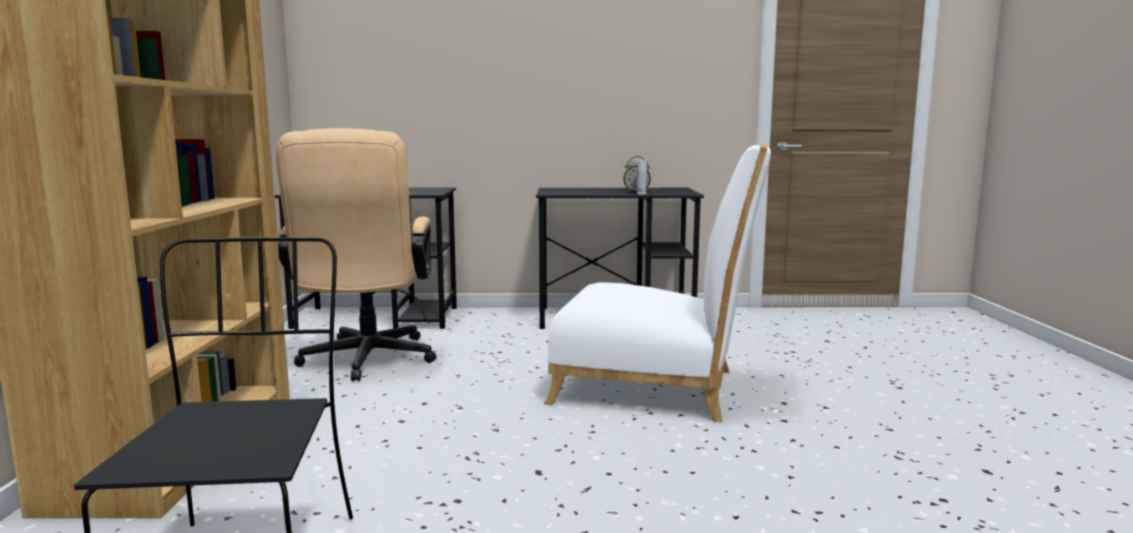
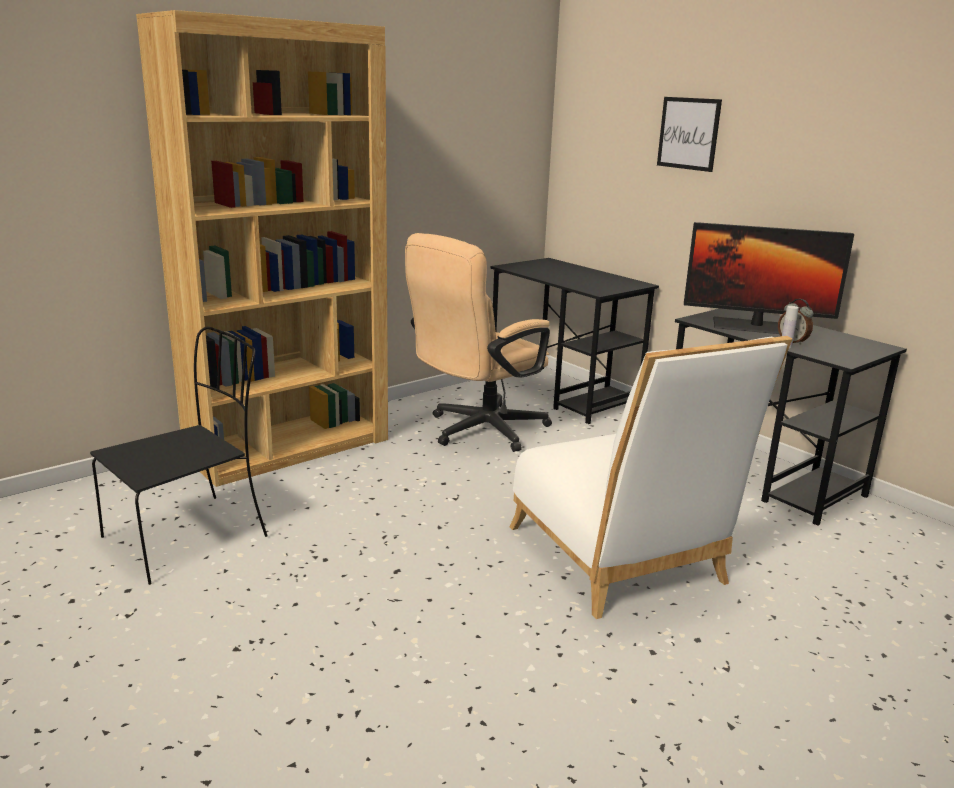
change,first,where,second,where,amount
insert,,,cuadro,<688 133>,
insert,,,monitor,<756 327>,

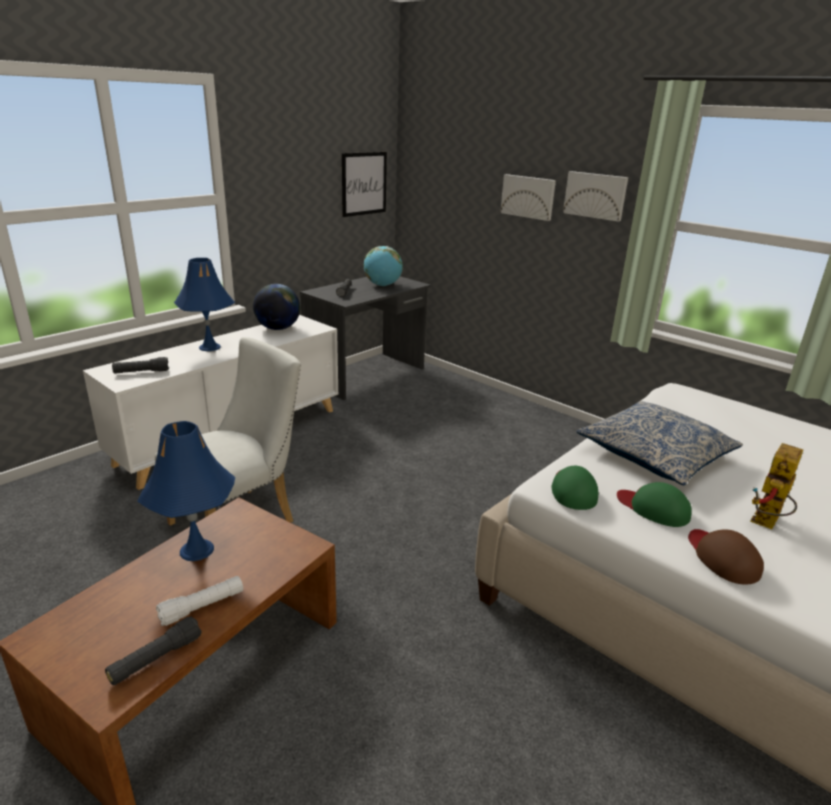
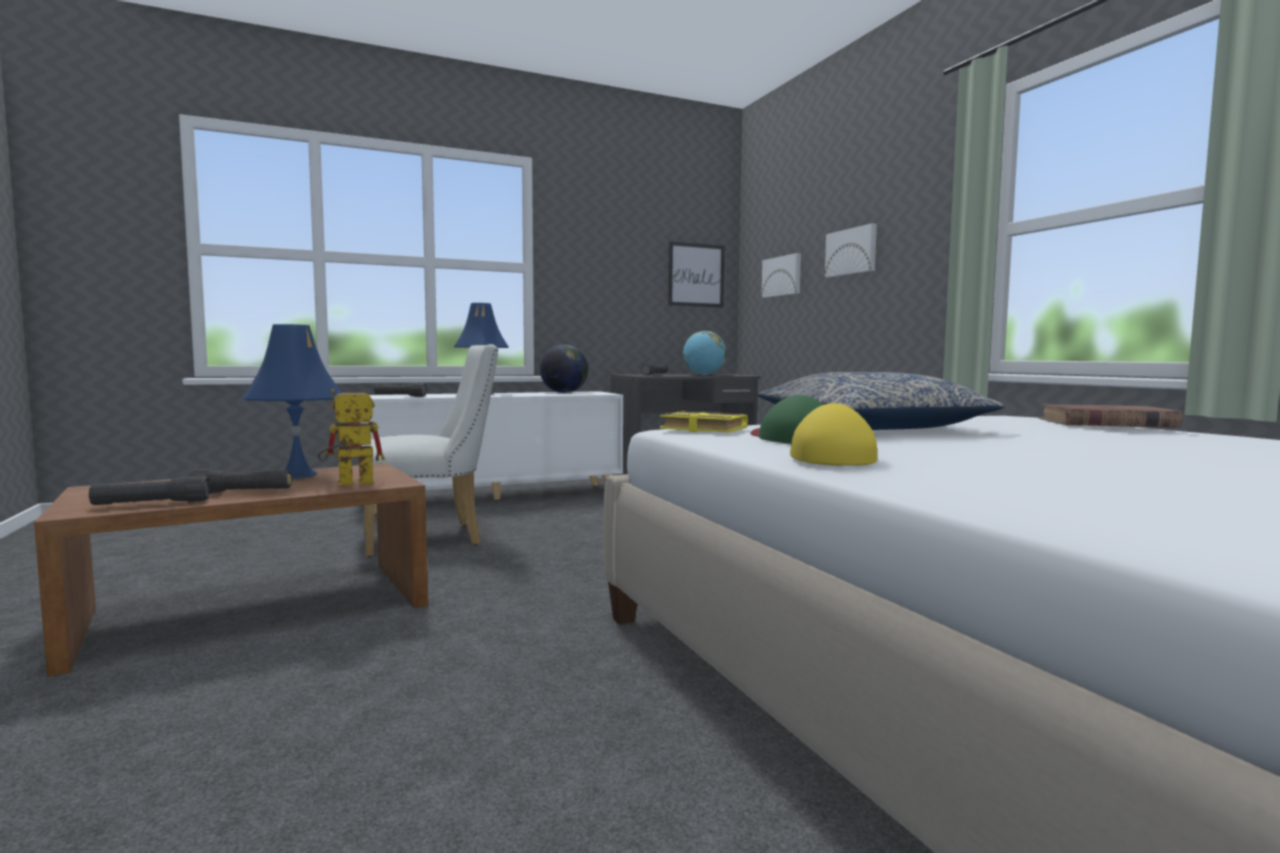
change,first,where,second,where,amount
insert,,,libro/marrón,<1105 423>,
move,cuadro,<595 195>,,<782 276>,
move,robot de juguete,<766 524>,,<347 484>,
replace,gorra/verde,<573 490>,libro/amarillo,<701 429>,
recolor,linterna/blanco,<202 607>,linterna/negro,<242 492>,
recolor,gorra/marrón,<722 558>,gorra/amarillo,<830 456>,

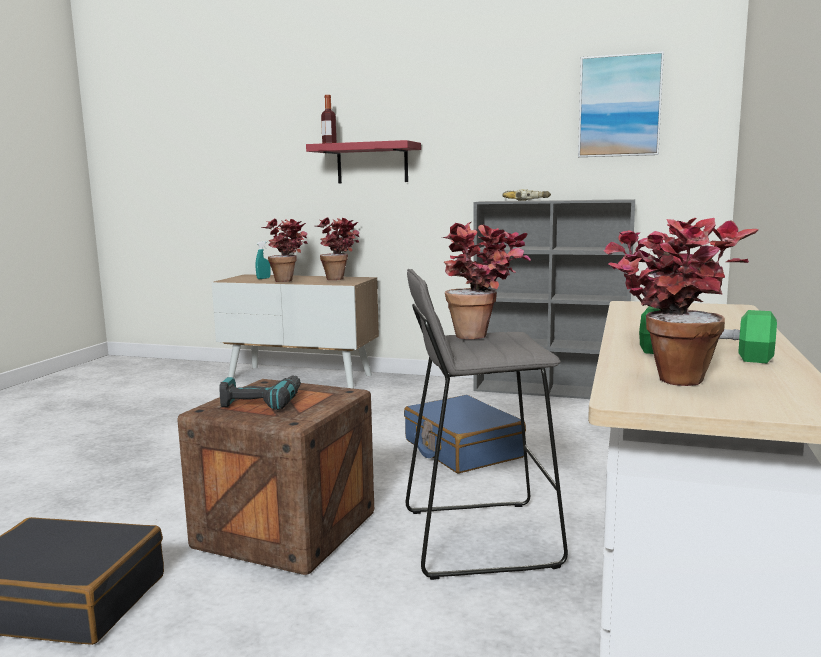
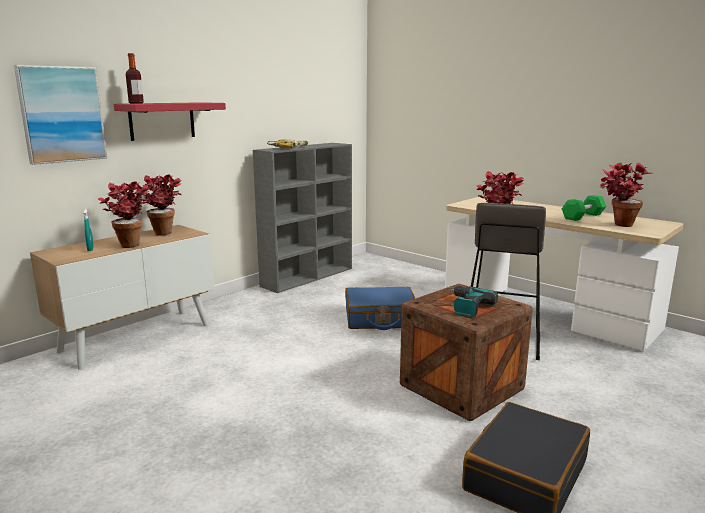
change,first,where,second,where,amount
move,cuadro,<619 106>,,<62 114>,

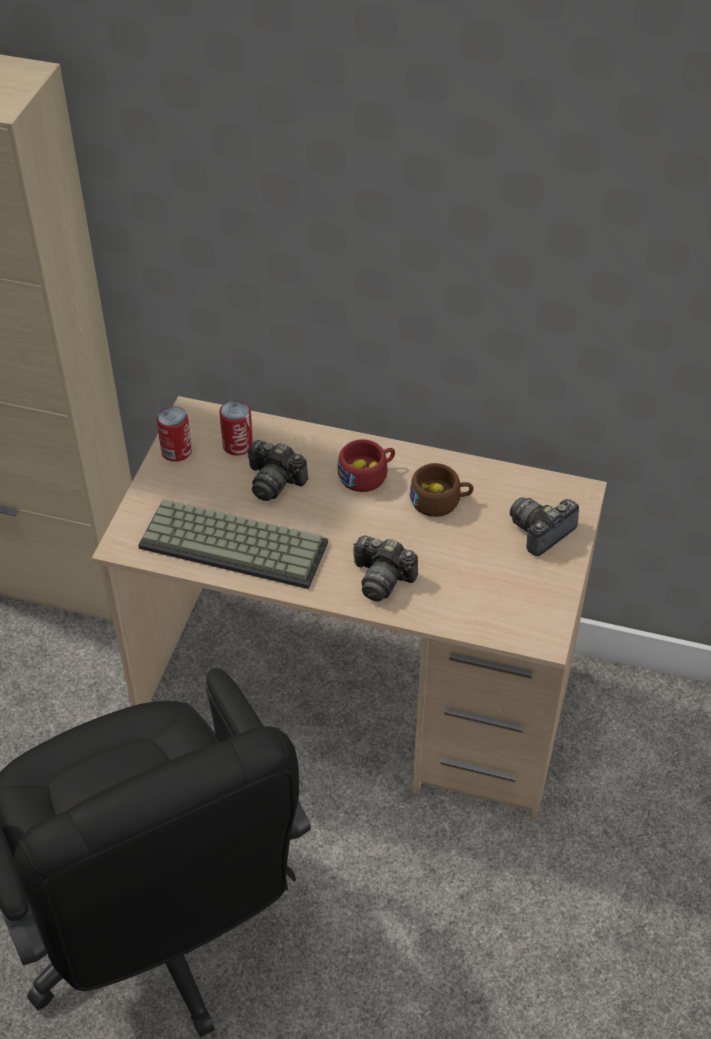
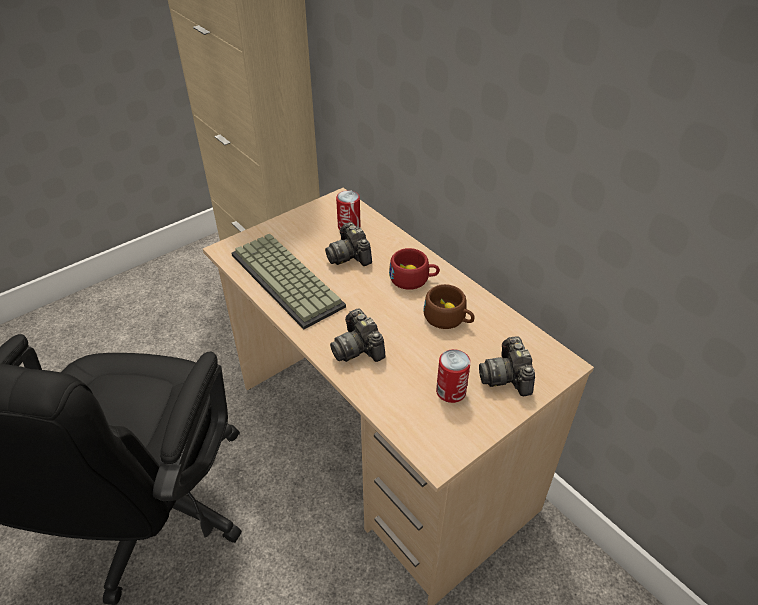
change,first,where,second,where,amount
move,lata,<176 451>,,<451 391>,
rotate,cámara,<541 532>,,<507 376>,90 degrees counterclockwise

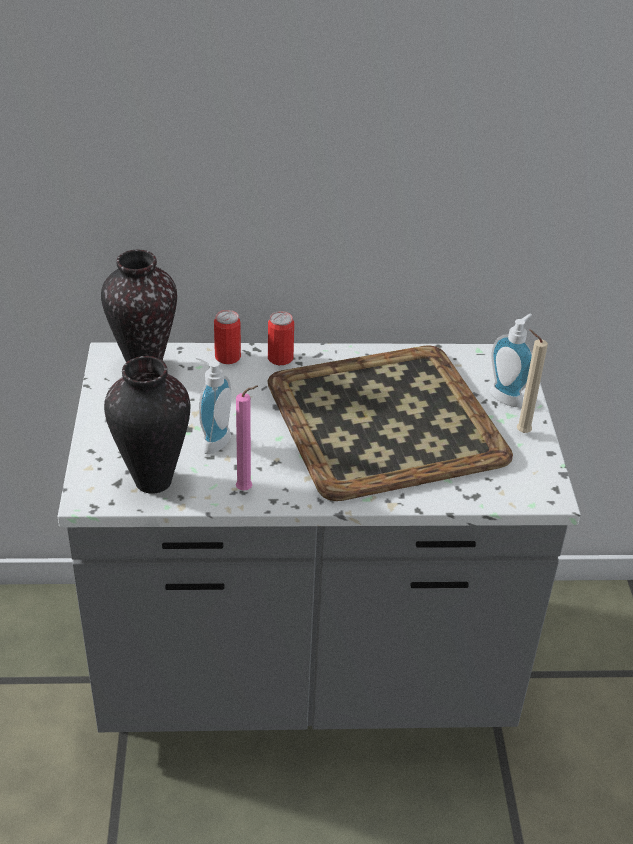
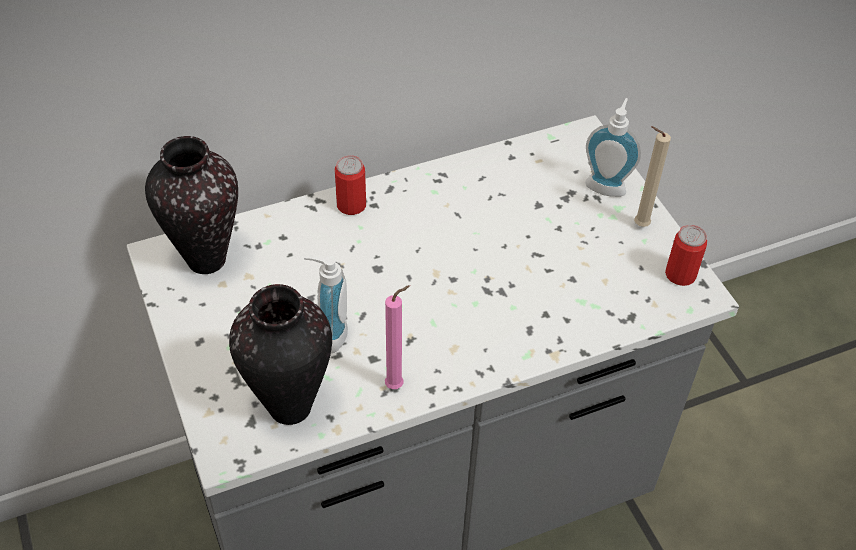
change,first,where,second,where,amount
delete,bandeja,<386 419>,,,
move,lata,<228 357>,,<680 274>,

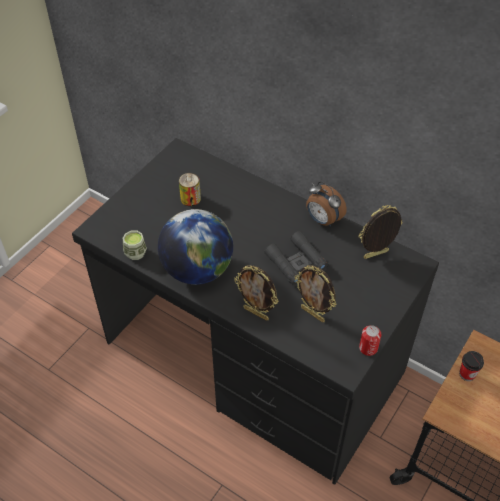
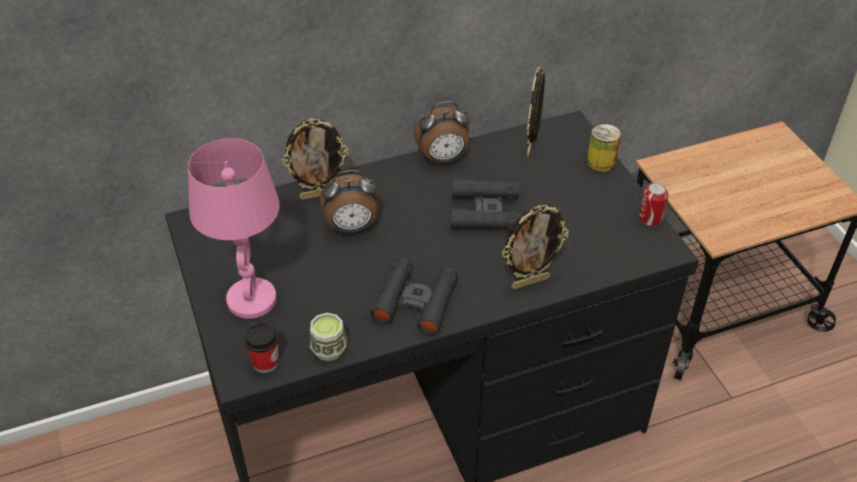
change,first,where,second,where,amount
insert,,,lámpara de mesa/rosa,<251 299>,
insert,,,despertador,<352 228>,
move,lata,<190 199>,,<601 162>,
move,portarretratos,<313 314>,,<319 195>,
move,taza,<467 374>,,<265 363>,
replace,globo terráqueo,<197 270>,prismáticos/negro,<415 302>,

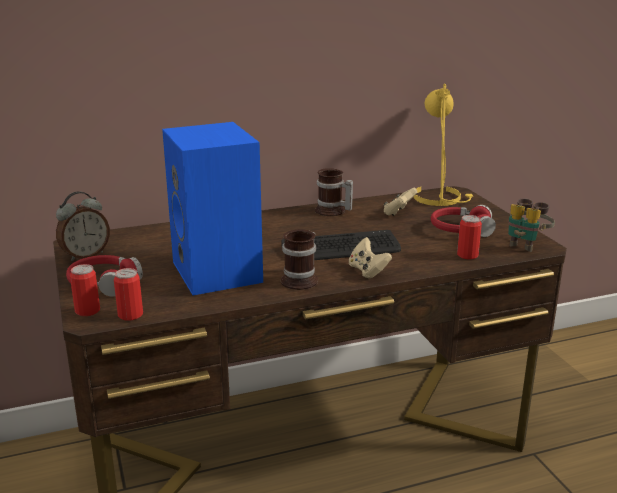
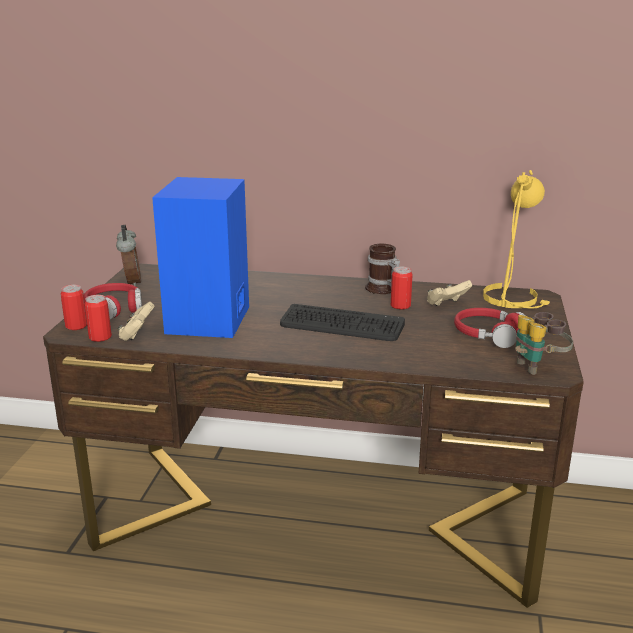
change,first,where,second,where,amount
delete,taza grande,<302 280>,,,
move,mando de consola/beis,<367 271>,,<137 334>,
move,lata,<467 255>,,<400 306>,
rotate,despertador,<85 255>,,<131 283>,90 degrees counterclockwise

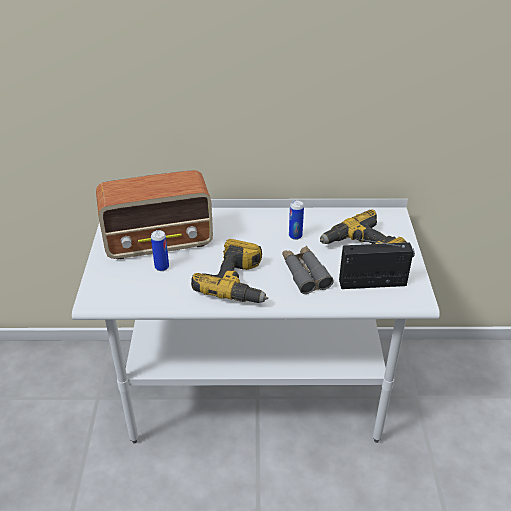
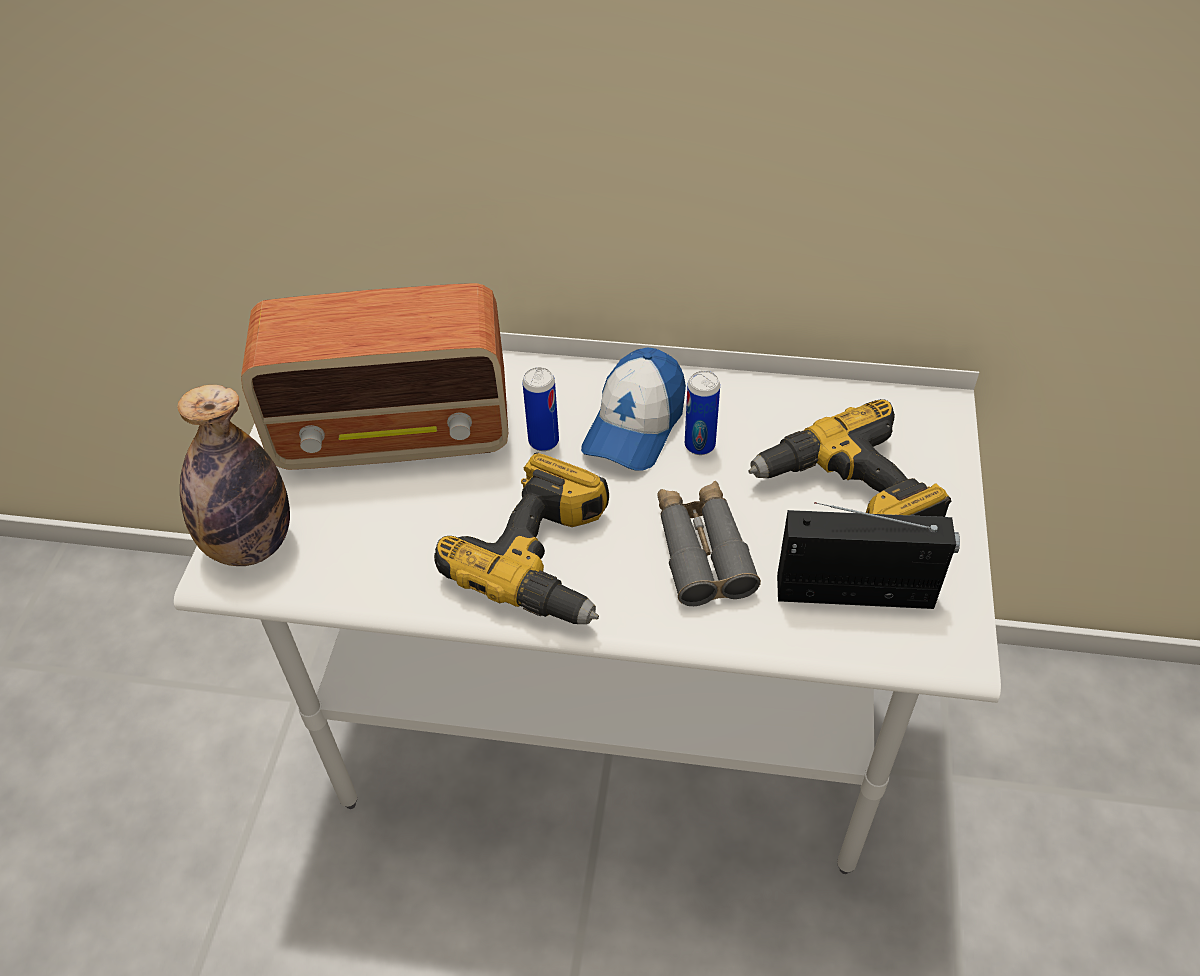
change,first,where,second,where,amount
insert,,,botella,<250 544>,
insert,,,gorra,<635 425>,
move,lata,<162 267>,,<543 441>,

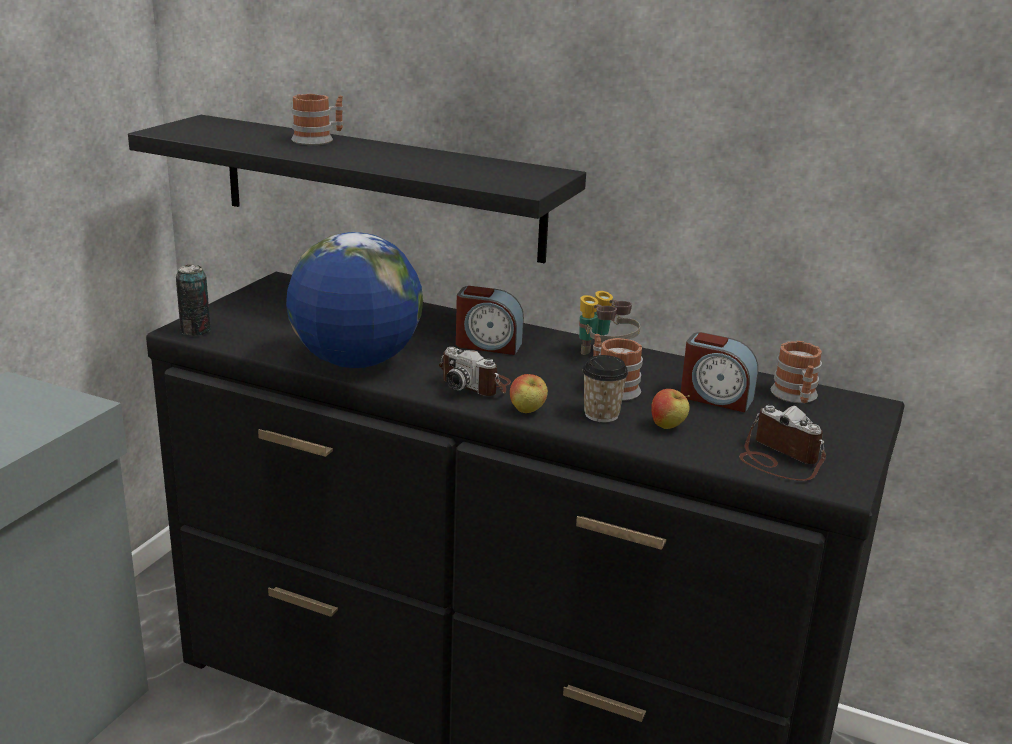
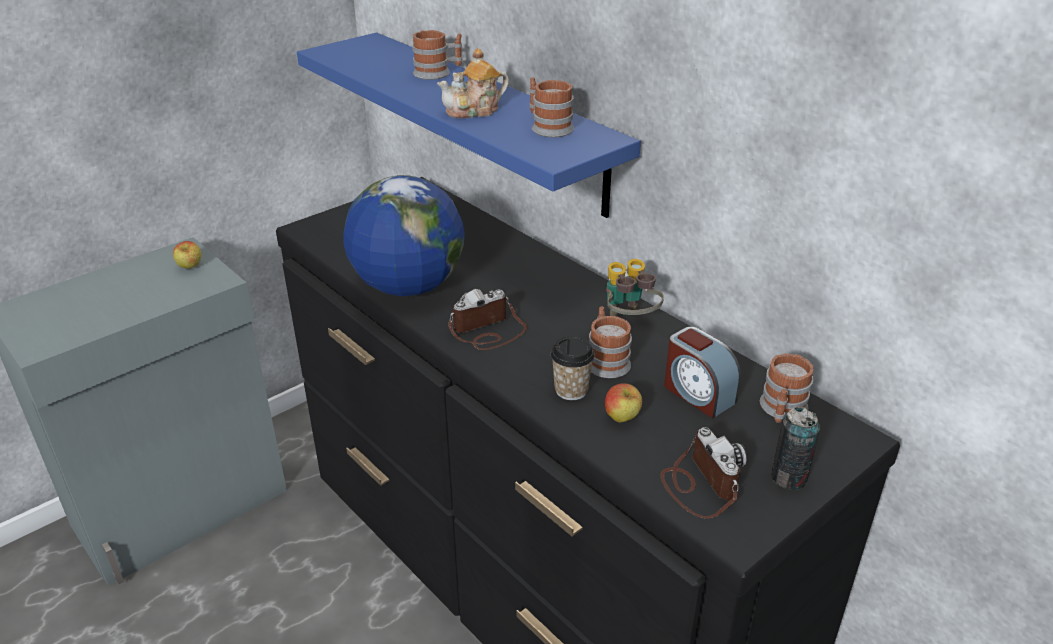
change,first,where,second,where,amount
delete,despertador,<488 344>,,,
insert,,,tetera,<474 111>,
insert,,,taza grande,<548 127>,
move,lata,<195 331>,,<788 478>,
move,manzana,<527 412>,,<190 267>,
recolor,estante/negro,<379 187>,estante/azul,<491 120>,
rotate,cámara,<475 384>,,<487 331>,90 degrees clockwise

